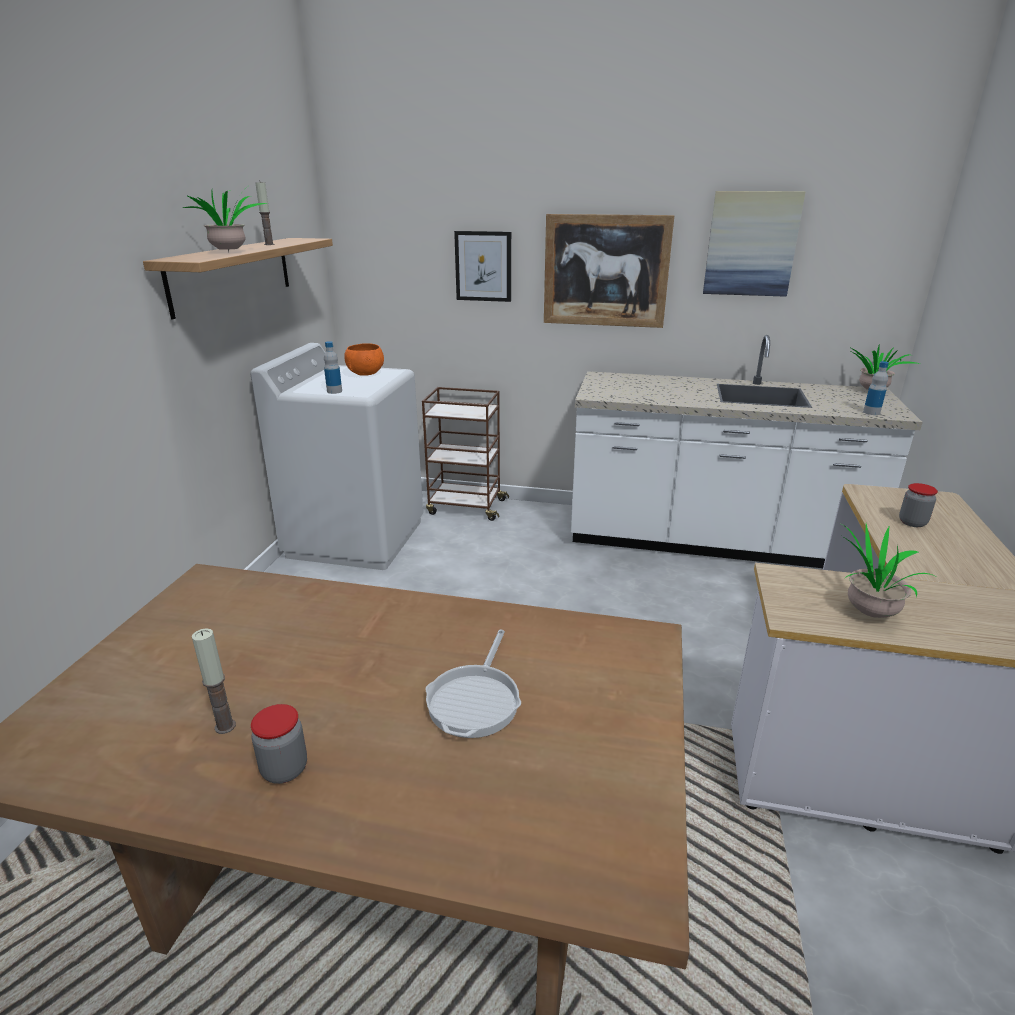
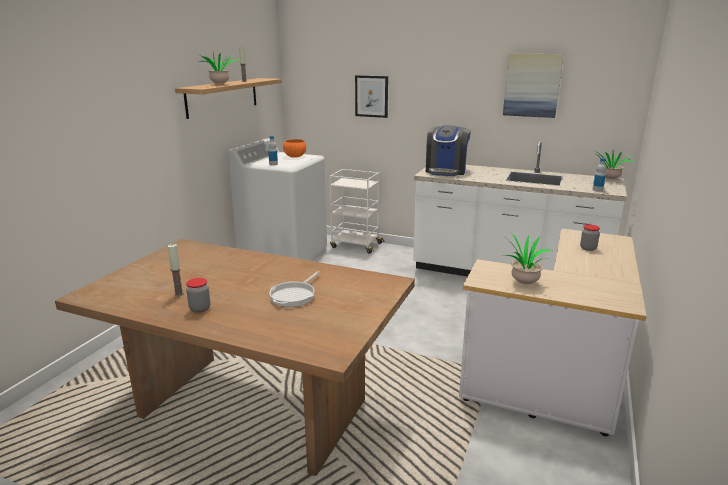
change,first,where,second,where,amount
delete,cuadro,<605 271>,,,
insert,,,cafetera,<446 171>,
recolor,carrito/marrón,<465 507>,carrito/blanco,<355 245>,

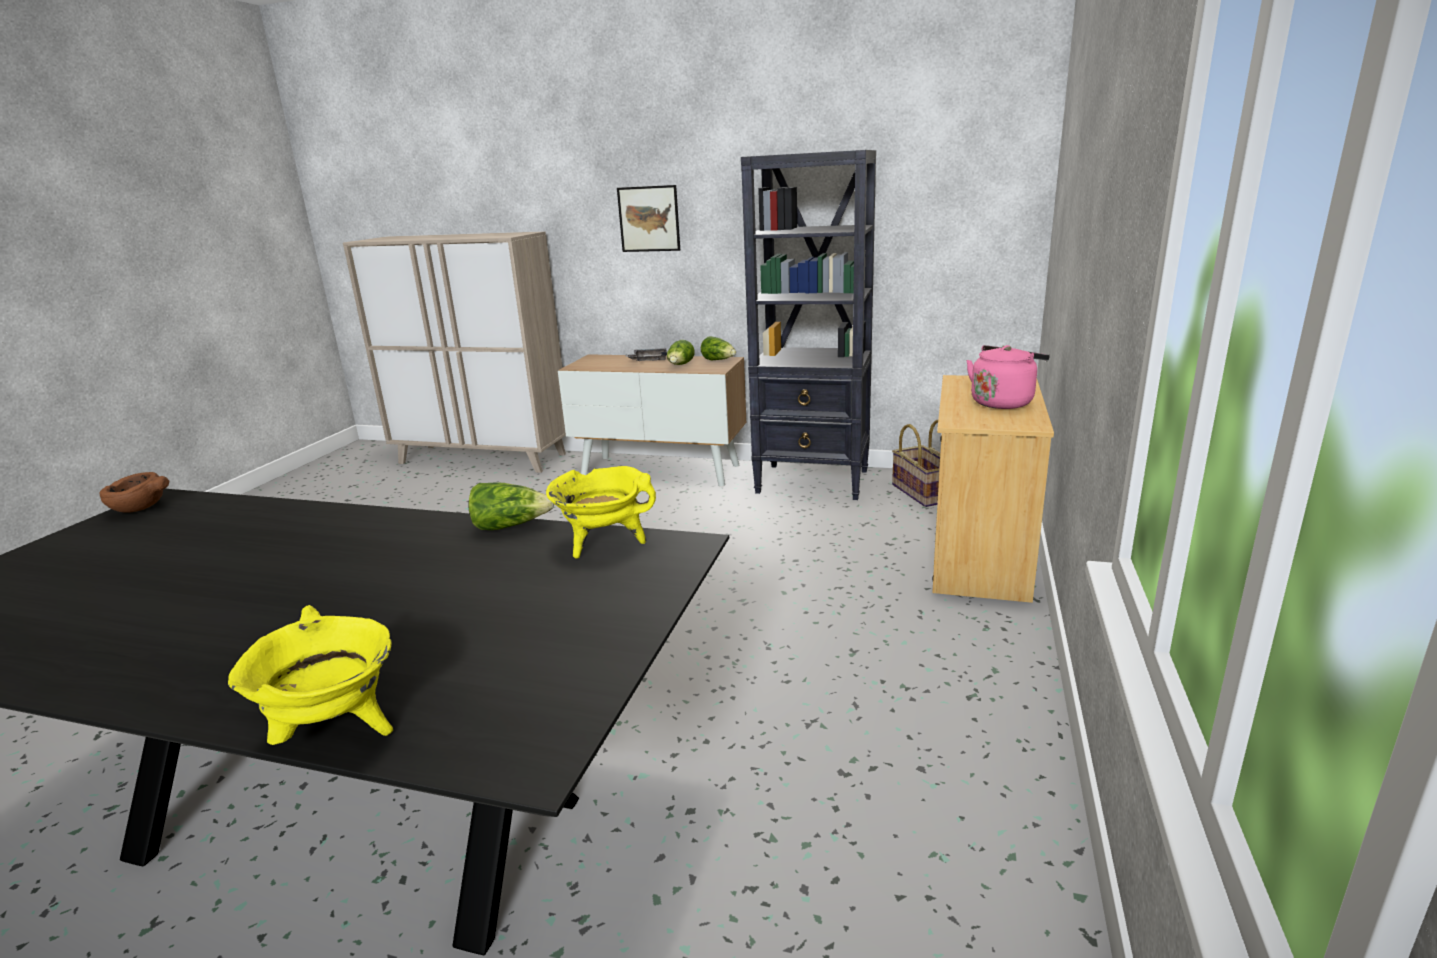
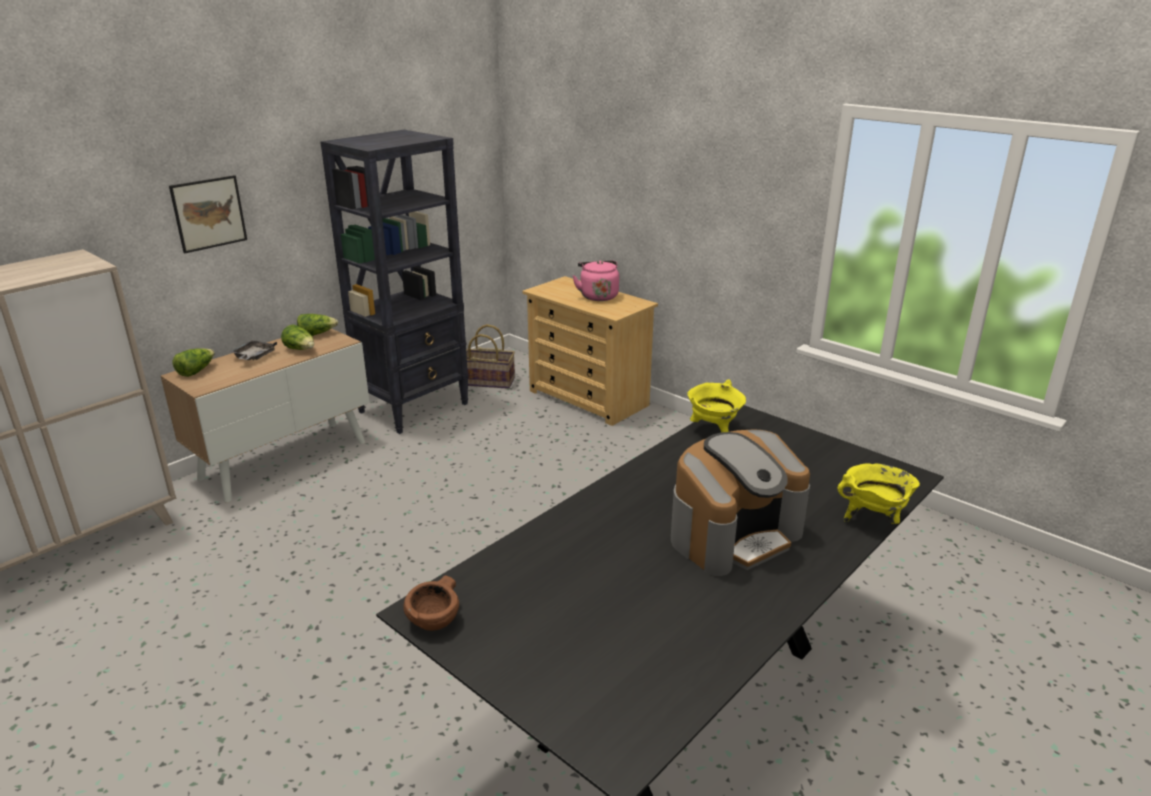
change,first,where,second,where,amount
insert,,,cafetera,<734 534>,
move,lechuga,<510 526>,,<196 371>,

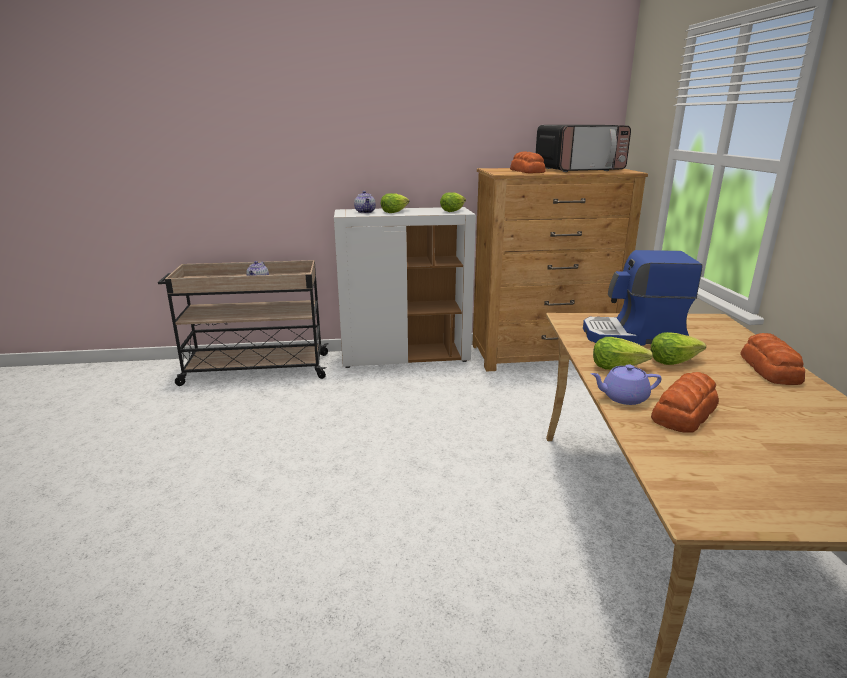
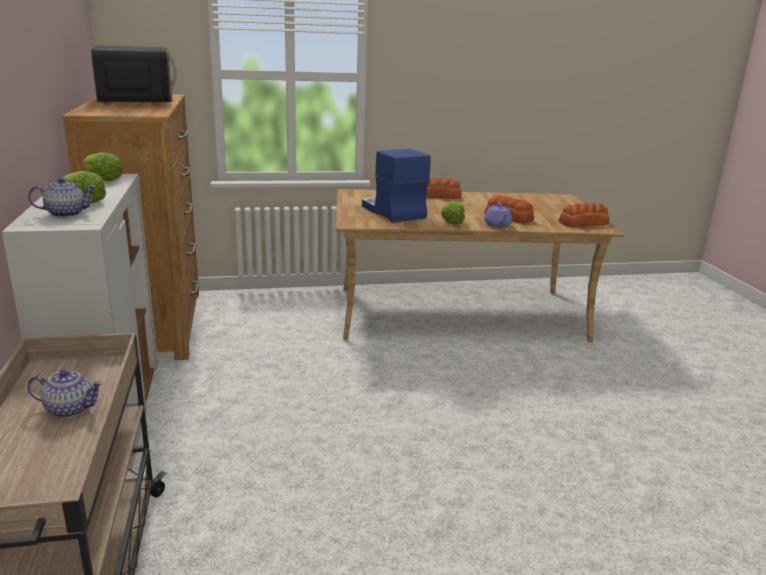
change,first,where,second,where,amount
delete,lechuga,<673 361>,,,
move,pan,<527 171>,,<582 223>,
rotate,cafetera,<633 336>,,<391 212>,150 degrees clockwise

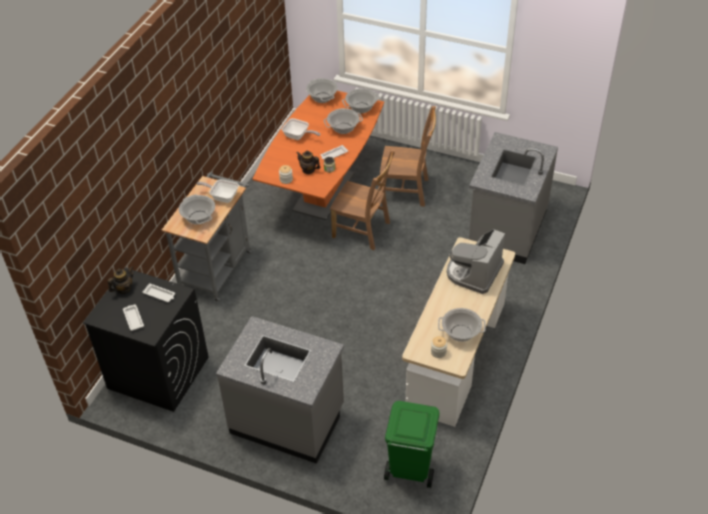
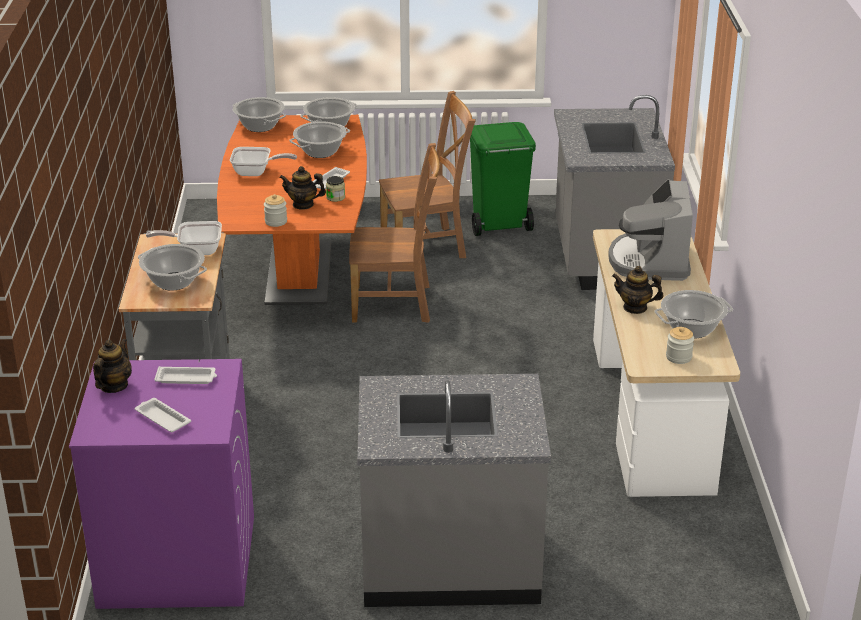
change,first,where,second,where,amount
insert,,,tetera,<635 307>,
move,papelera/verde,<410 469>,,<498 225>,
recolor,lavadora/negro,<157 372>,lavadora/morado,<176 561>,

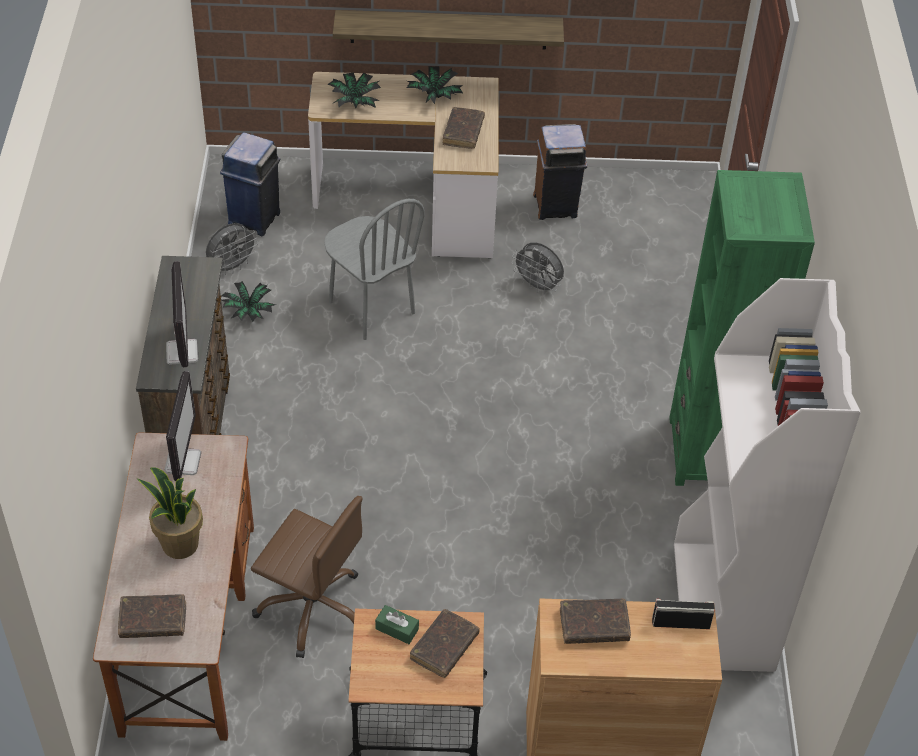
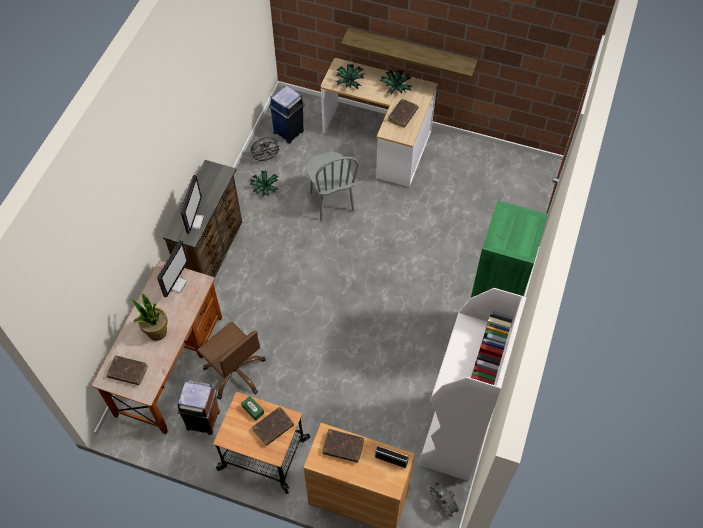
change,first,where,second,where,amount
move,ventilador/gris,<538 286>,,<442 505>,
move,papelera/marrón,<556 206>,,<203 420>,

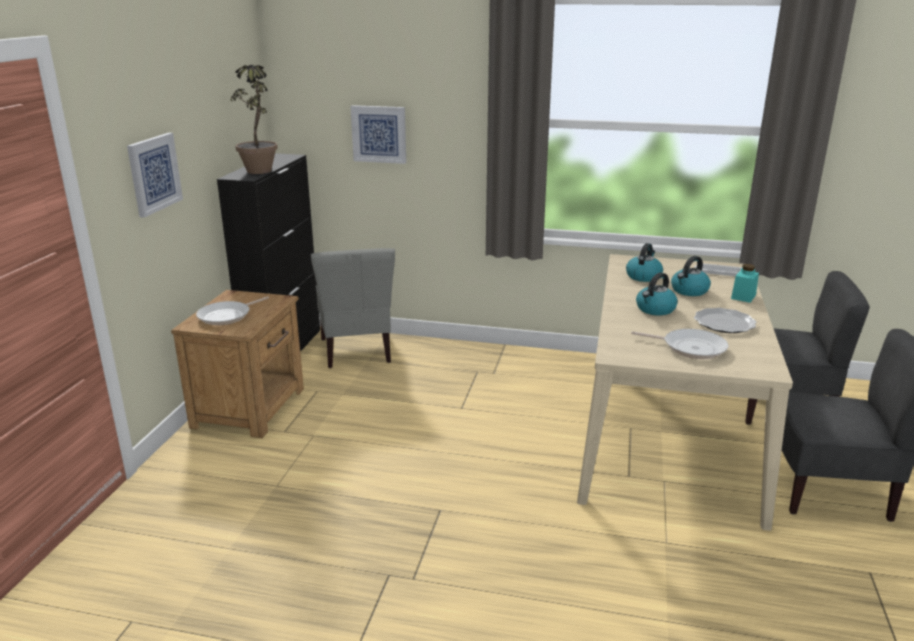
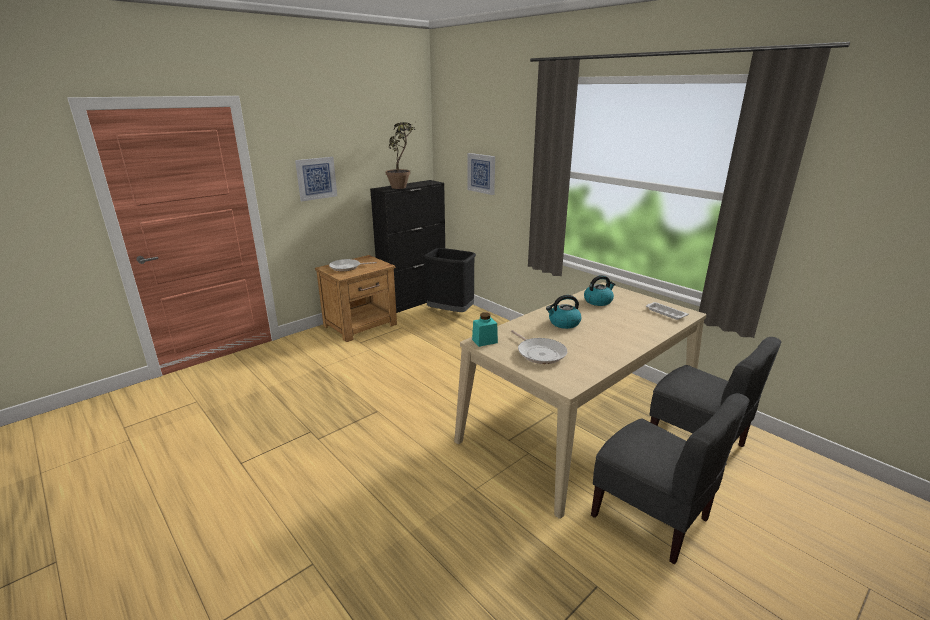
change,first,where,second,where,amount
delete,hervidor,<689 291>,,,
delete,plato,<724 323>,,,
move,tarro/turquesa,<743 297>,,<484 341>,
replace,silla/gris,<357 351>,papelera/negro,<450 312>,

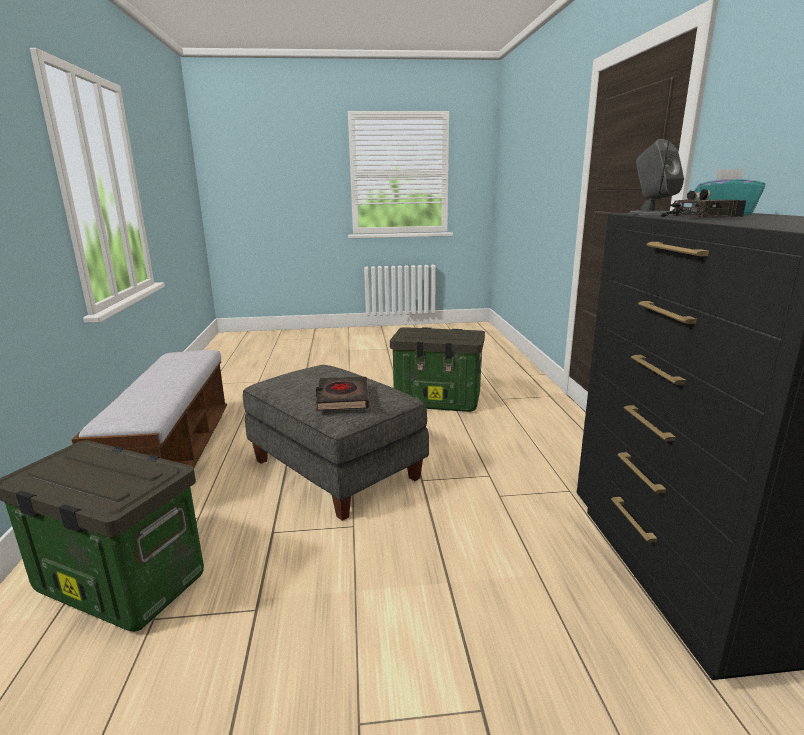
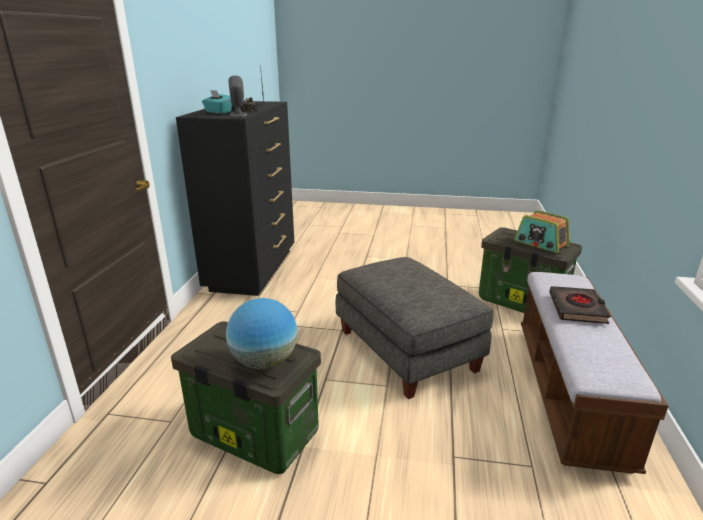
change,first,where,second,where,amount
insert,,,globo terráqueo,<264 362>,
insert,,,radio,<541 243>,
move,libro/negro,<342 398>,,<577 308>,

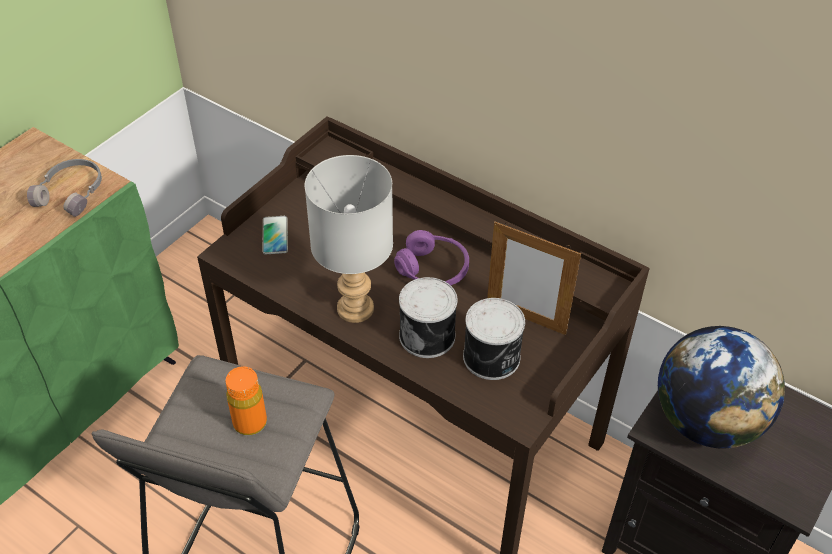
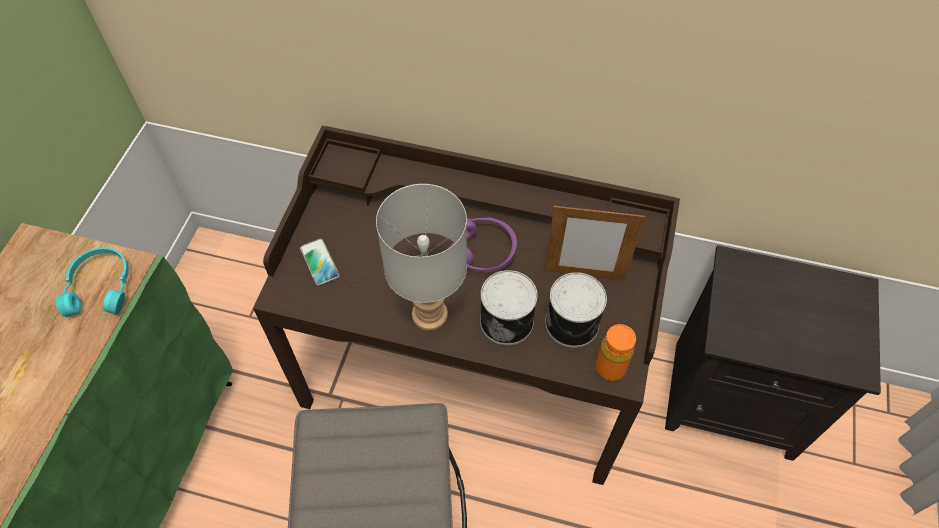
change,first,where,second,where,amount
delete,globo terráqueo,<707 421>,,,
move,botella/naranja,<250 422>,,<610 367>,
recolor,auriculares/gris,<72 193>,auriculares/turquesa,<102 287>,

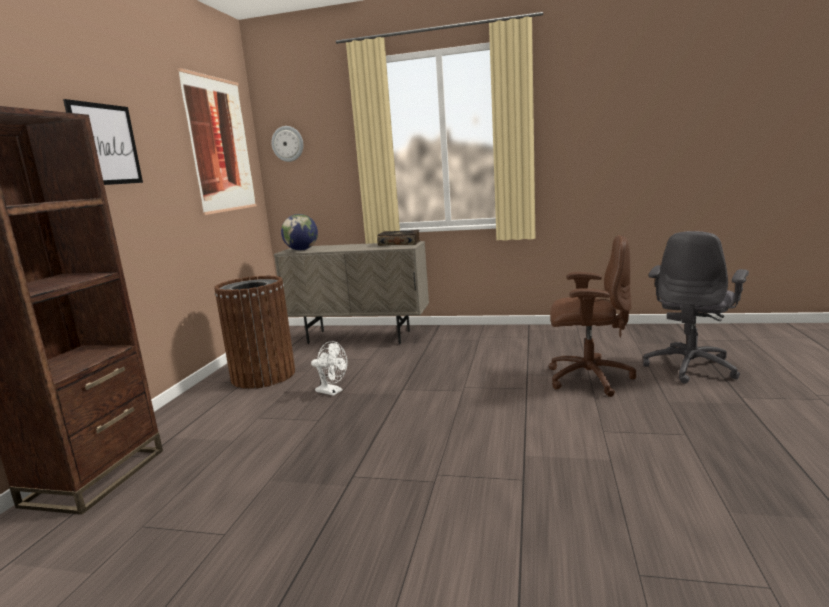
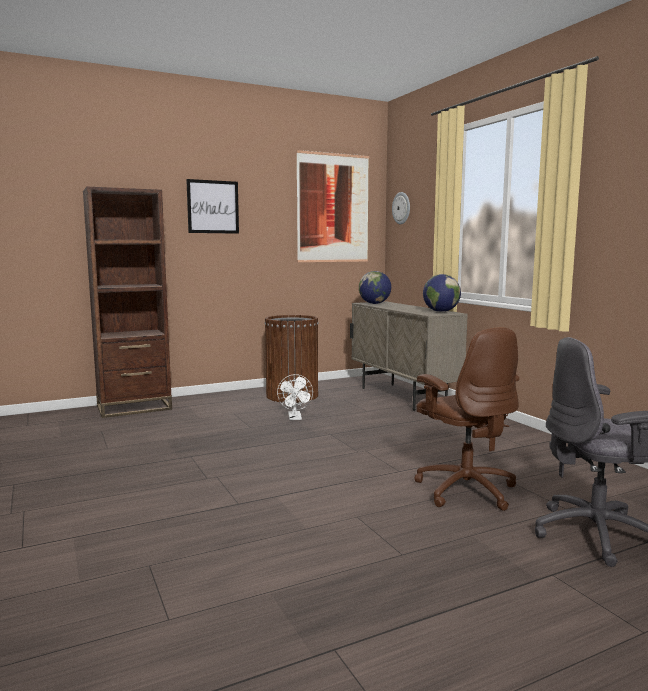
change,first,where,second,where,amount
replace,libro,<399 243>,globo terráqueo,<441 311>,

